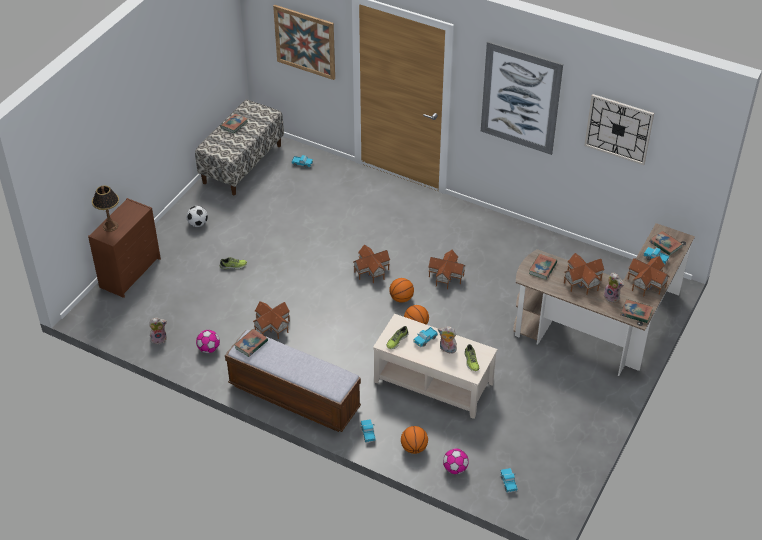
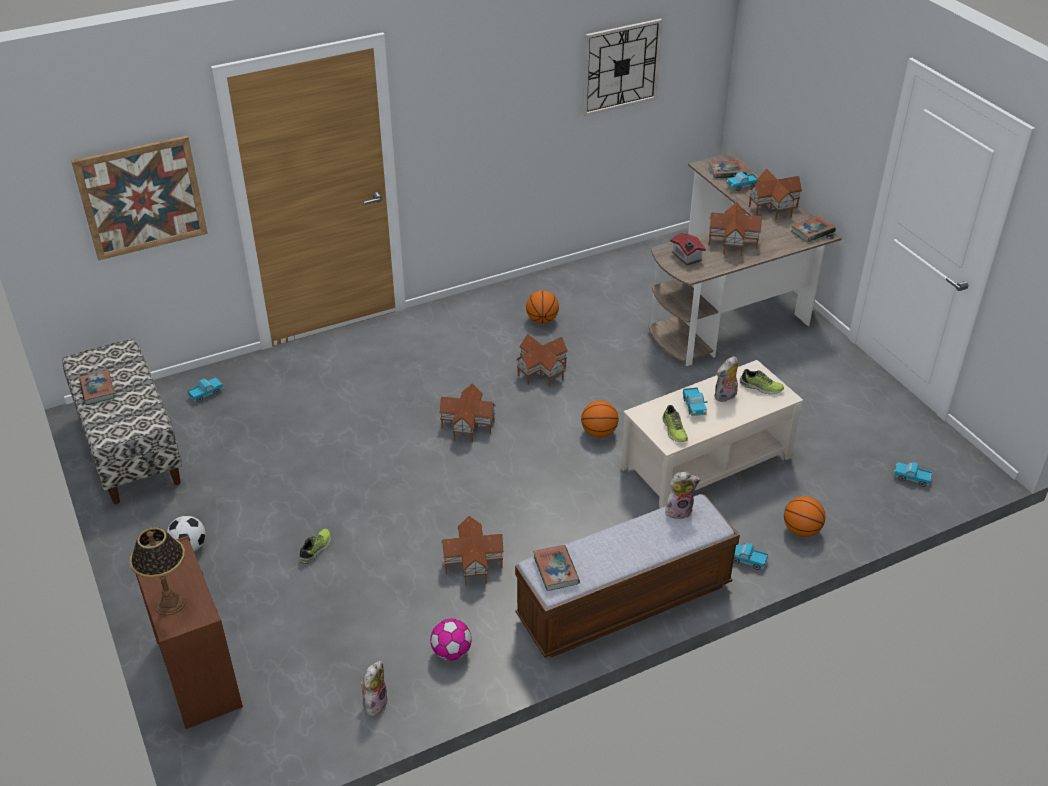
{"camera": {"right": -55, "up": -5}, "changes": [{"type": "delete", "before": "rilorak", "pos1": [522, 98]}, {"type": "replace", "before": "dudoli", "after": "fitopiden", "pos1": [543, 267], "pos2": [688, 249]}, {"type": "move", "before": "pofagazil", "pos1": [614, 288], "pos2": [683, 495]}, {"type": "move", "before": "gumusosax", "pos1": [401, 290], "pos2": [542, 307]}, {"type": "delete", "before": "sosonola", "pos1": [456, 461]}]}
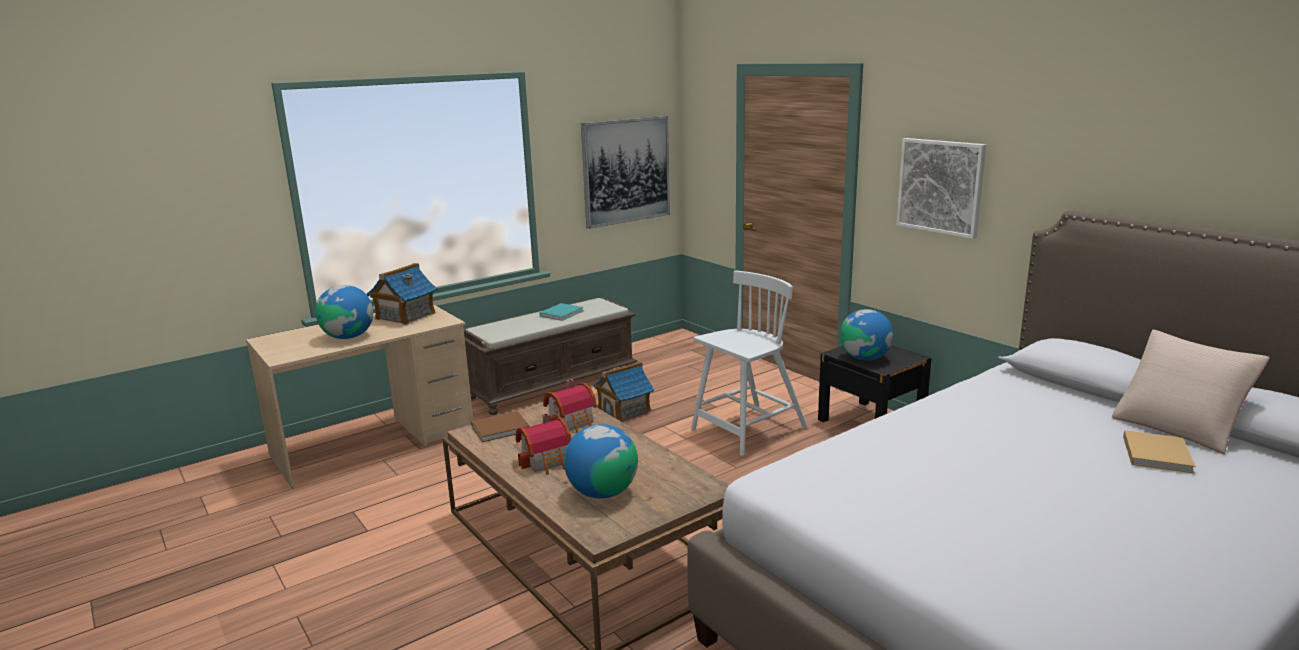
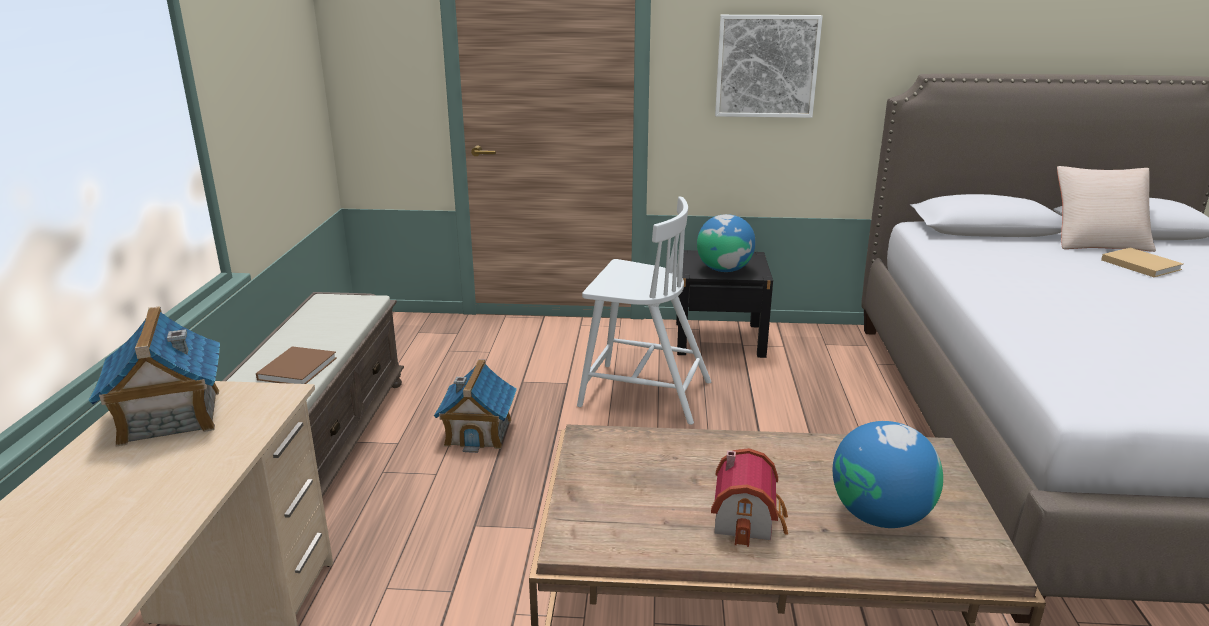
{"camera": {"right": -50, "up": 5}, "changes": [{"type": "delete", "before": "rilorak", "pos1": [625, 172]}, {"type": "rotate", "before": "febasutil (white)", "pos1": [749, 363], "pos2": [644, 311], "turn": 105}, {"type": "delete", "before": "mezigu", "pos1": [344, 312]}, {"type": "delete", "before": "dudoli (turquoise)", "pos1": [561, 312]}, {"type": "delete", "before": "fitopiden", "pos1": [570, 406]}, {"type": "move", "before": "dudoli (brown)", "pos1": [500, 426], "pos2": [296, 365]}]}
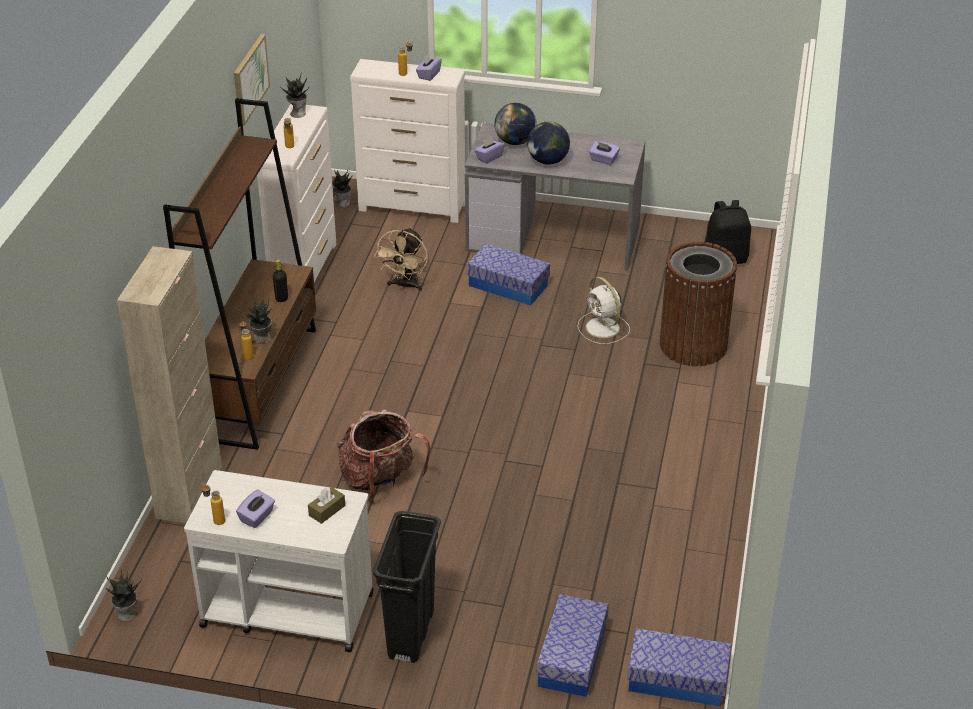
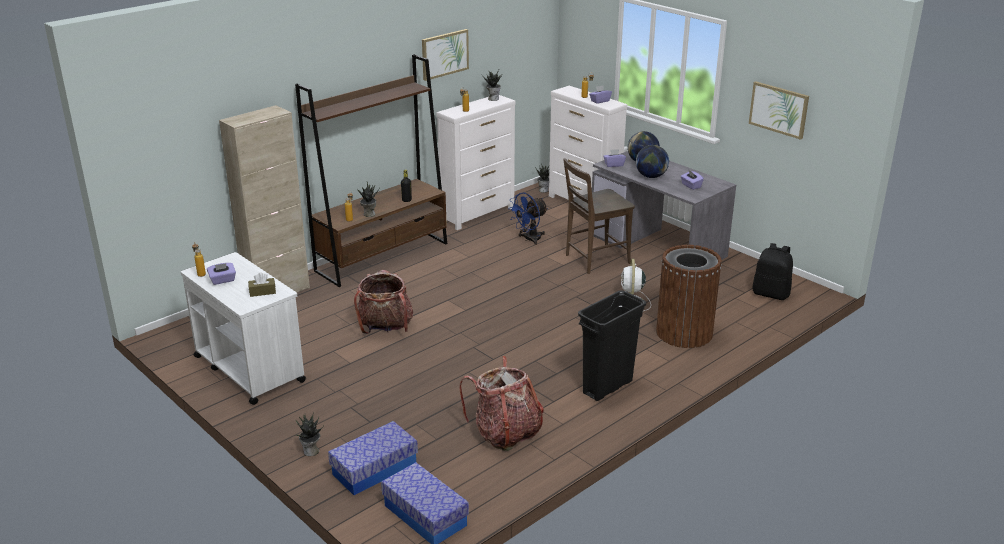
{"camera": {"right": 35, "up": -10}, "changes": [{"type": "recolor", "before": "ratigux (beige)", "after": "ratigux (blue)", "pos1": [401, 259], "pos2": [528, 218]}, {"type": "replace", "before": "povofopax", "after": "febasutil (brown)", "pos1": [508, 275], "pos2": [599, 216]}, {"type": "move", "before": "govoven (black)", "pos1": [407, 587], "pos2": [612, 345]}, {"type": "move", "before": "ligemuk", "pos1": [123, 595], "pos2": [309, 434]}, {"type": "insert", "after": "rilorak", "pos2": [779, 110]}, {"type": "insert", "after": "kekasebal", "pos2": [501, 403]}]}
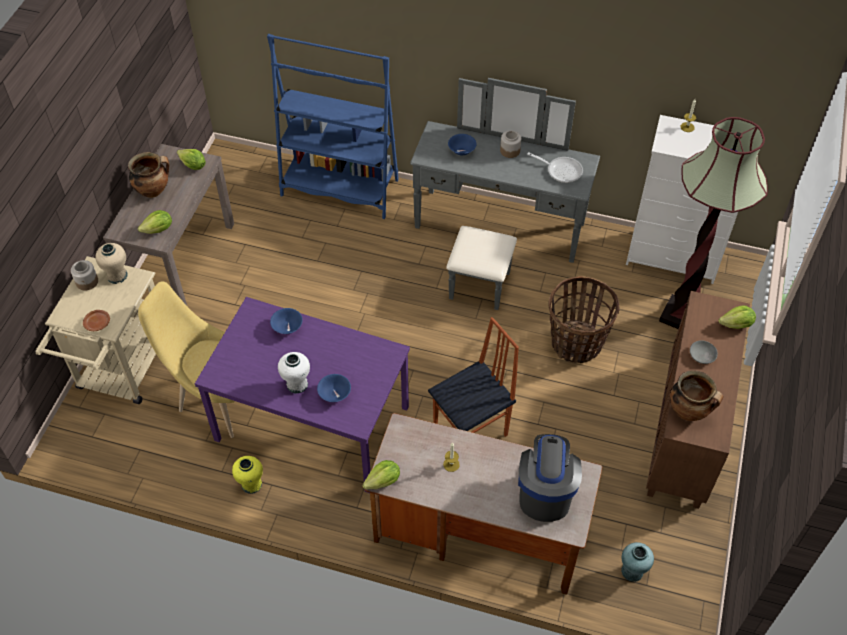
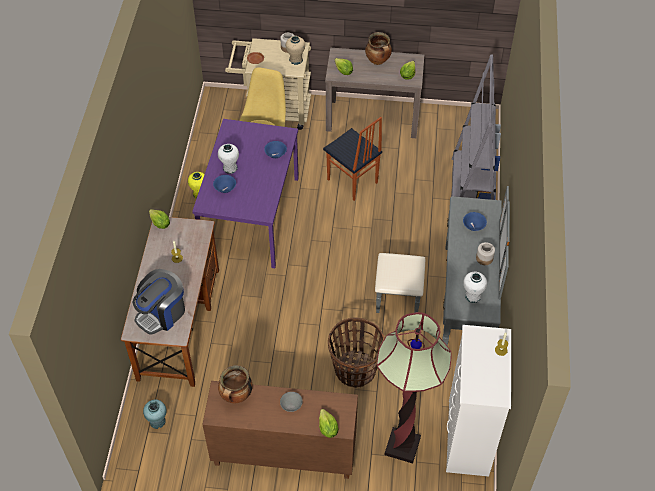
{"camera": {"right": 80, "up": 0}, "changes": [{"type": "recolor", "before": "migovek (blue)", "after": "migovek (grey)", "pos1": [333, 126], "pos2": [476, 127]}, {"type": "replace", "before": "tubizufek", "after": "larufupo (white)", "pos1": [555, 167], "pos2": [475, 287]}, {"type": "move", "before": "febasutil", "pos1": [473, 377], "pos2": [352, 159]}, {"type": "rotate", "before": "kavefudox", "pos1": [550, 478], "pos2": [159, 302], "turn": 135}]}
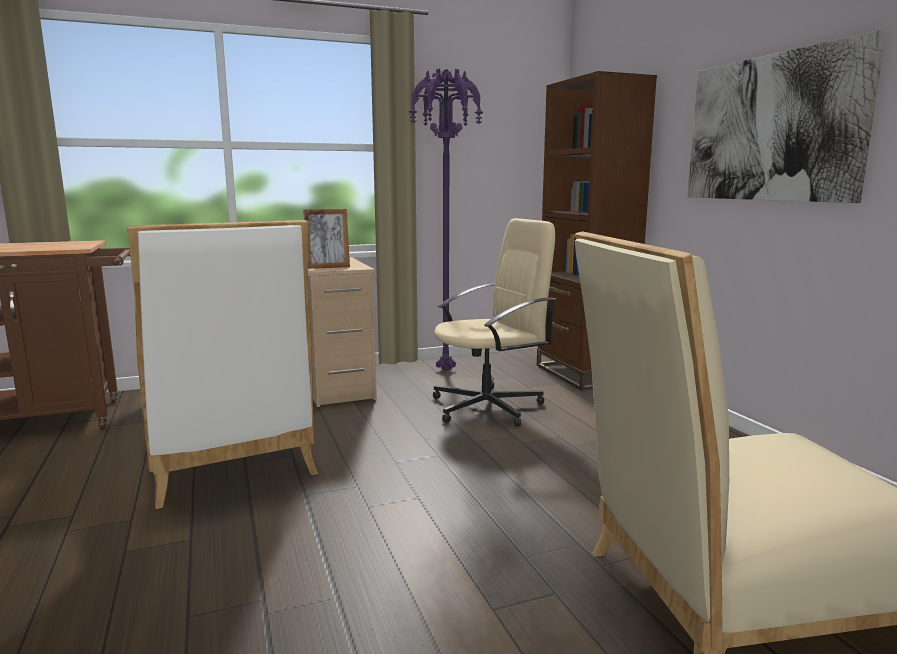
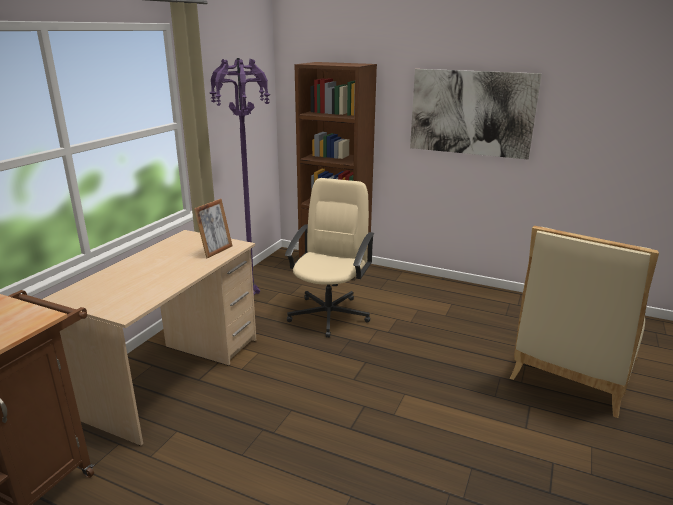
{"camera": {"right": -45, "up": 10}, "changes": [{"type": "delete", "before": "febasutil (white)", "pos1": [222, 364]}]}
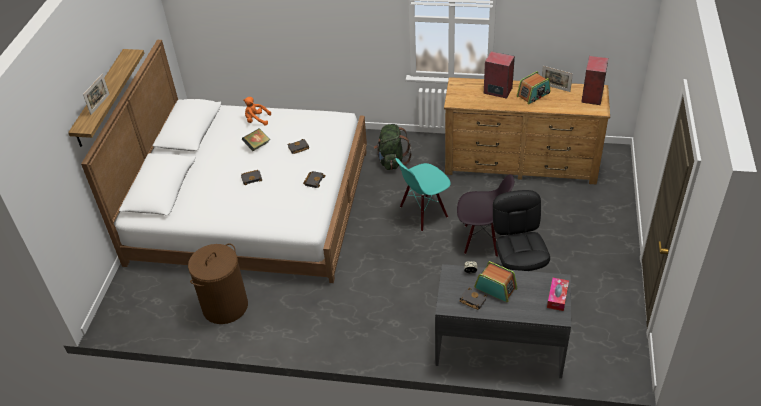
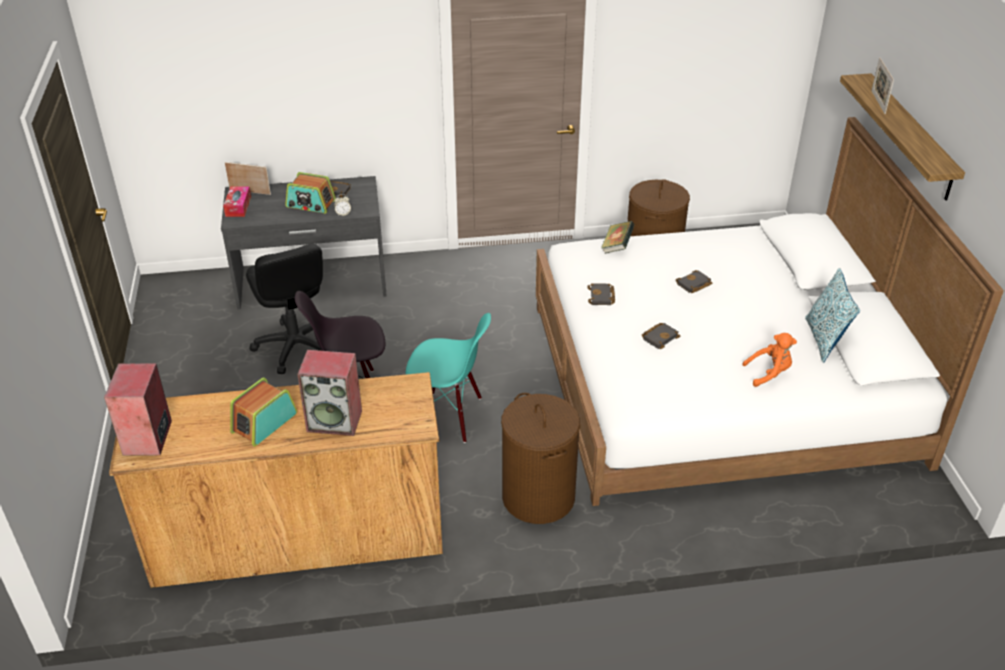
{"camera": {"right": 160, "up": -5}, "changes": [{"type": "move", "before": "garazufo", "pos1": [557, 79], "pos2": [248, 178]}, {"type": "replace", "before": "kekasebal (green)", "after": "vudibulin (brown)", "pos1": [392, 147], "pos2": [540, 458]}, {"type": "move", "before": "dudoli", "pos1": [256, 139], "pos2": [618, 237]}, {"type": "rotate", "before": "febasutil (turquoise)", "pos1": [423, 194], "pos2": [448, 378], "turn": 60}, {"type": "insert", "after": "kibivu", "pos2": [832, 315]}]}
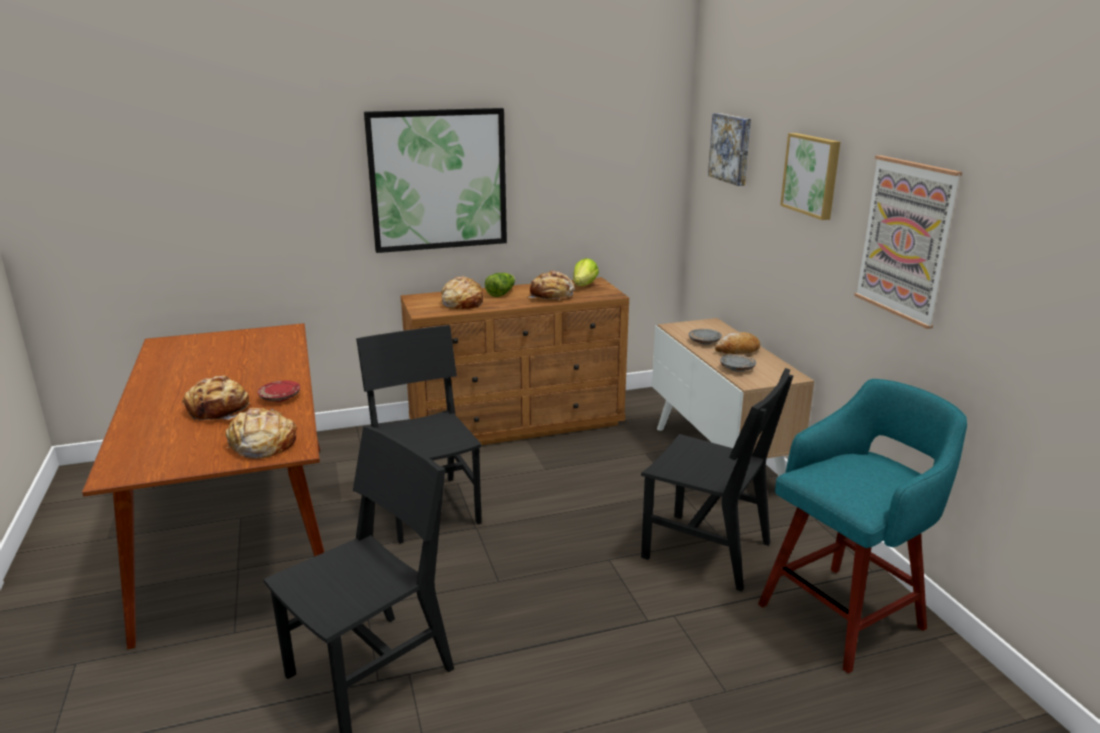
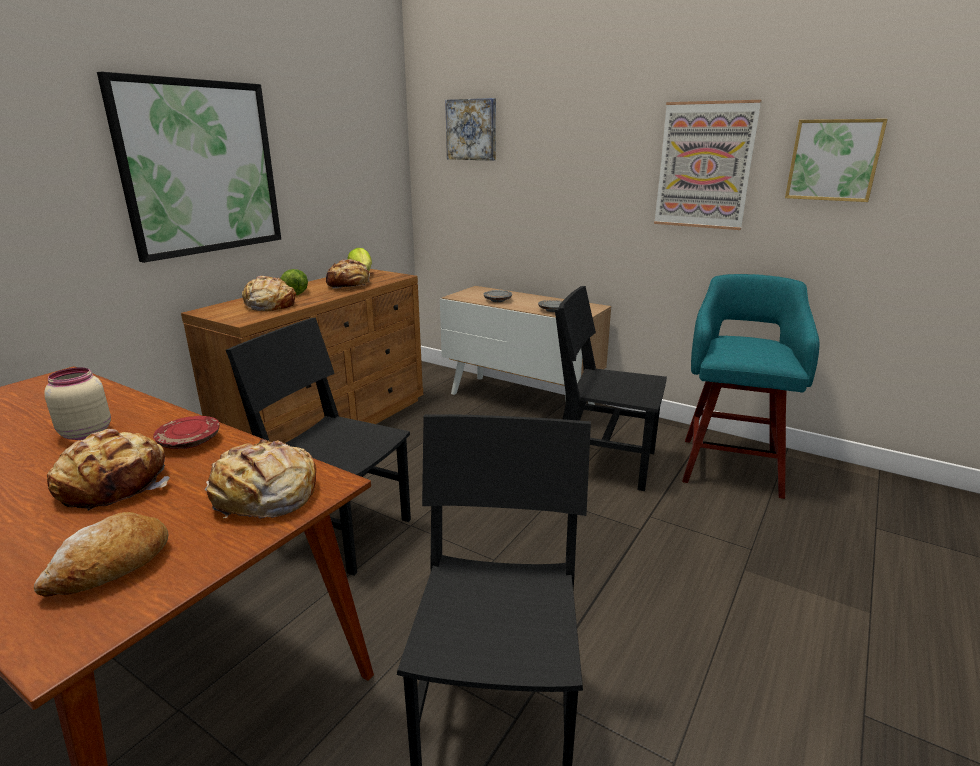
{"camera": {"right": -40, "up": 0}, "changes": [{"type": "move", "before": "rilorak", "pos1": [810, 176], "pos2": [836, 160]}, {"type": "move", "before": "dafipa", "pos1": [737, 343], "pos2": [101, 554]}, {"type": "rotate", "before": "febasutil (black)", "pos1": [717, 480], "pos2": [611, 388], "turn": -150}, {"type": "insert", "after": "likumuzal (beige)", "pos2": [77, 403]}]}
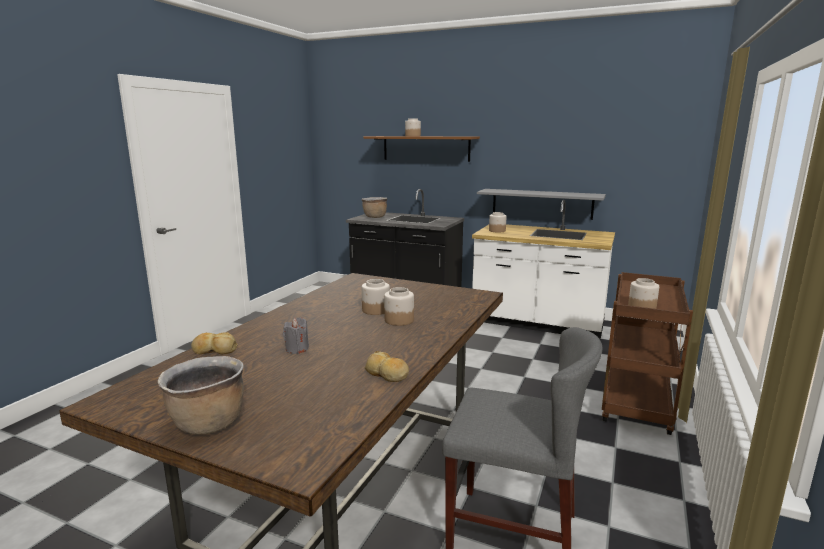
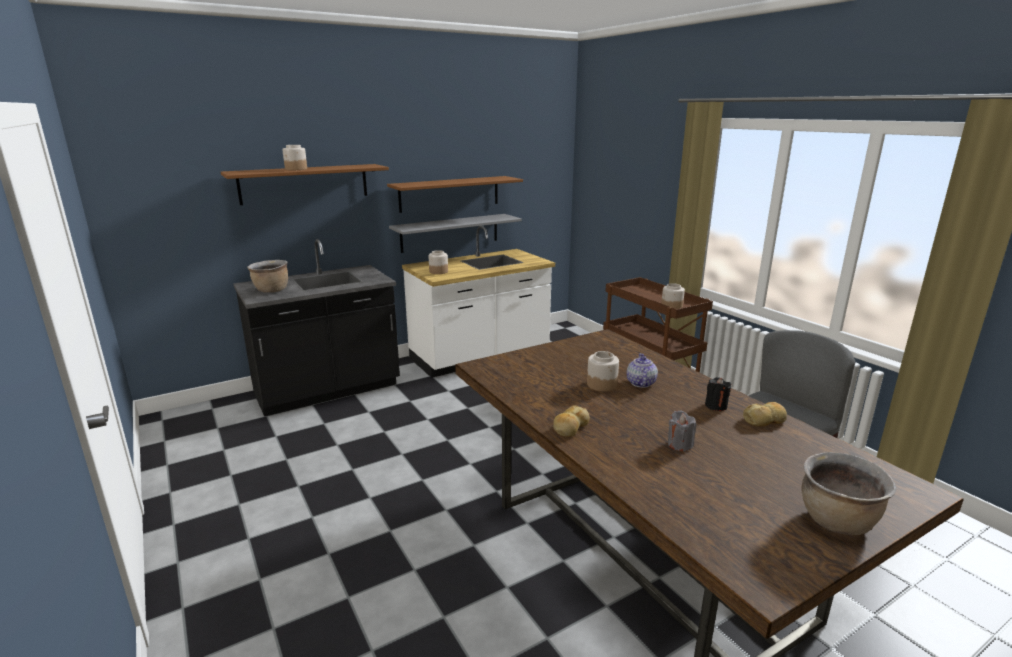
{"camera": {"right": -55, "up": 5}, "changes": [{"type": "replace", "before": "likumuzal", "after": "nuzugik", "pos1": [399, 306], "pos2": [642, 370]}, {"type": "move", "before": "dafipa", "pos1": [214, 343], "pos2": [571, 421]}, {"type": "insert", "after": "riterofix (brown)", "pos2": [455, 194]}, {"type": "insert", "after": "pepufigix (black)", "pos2": [718, 394]}]}
